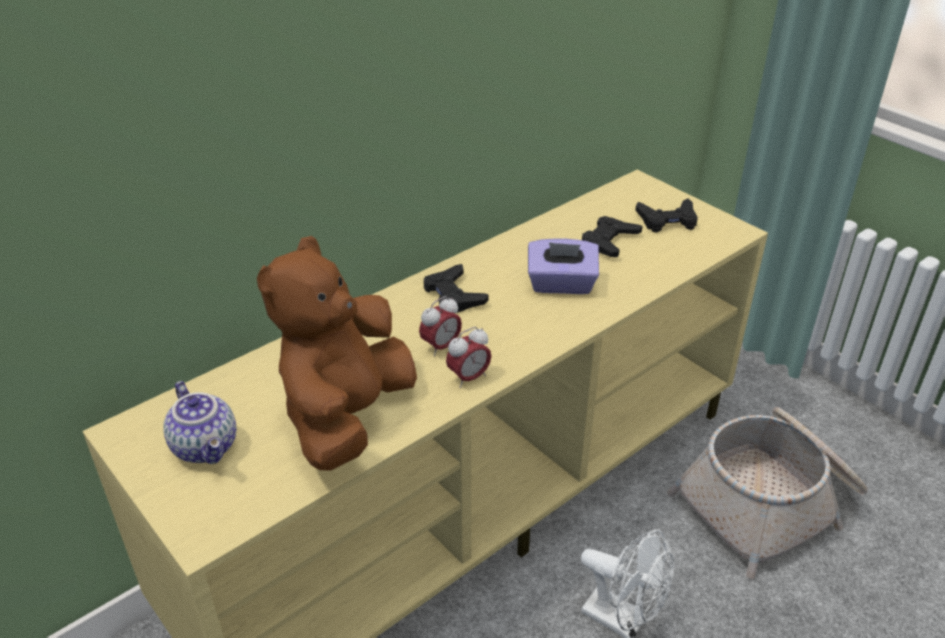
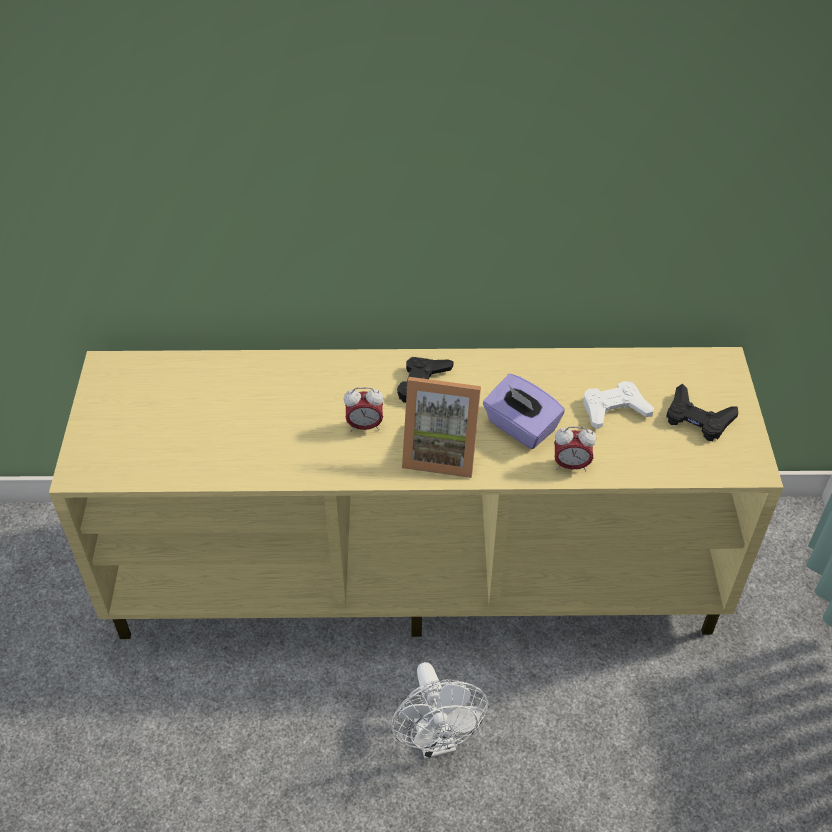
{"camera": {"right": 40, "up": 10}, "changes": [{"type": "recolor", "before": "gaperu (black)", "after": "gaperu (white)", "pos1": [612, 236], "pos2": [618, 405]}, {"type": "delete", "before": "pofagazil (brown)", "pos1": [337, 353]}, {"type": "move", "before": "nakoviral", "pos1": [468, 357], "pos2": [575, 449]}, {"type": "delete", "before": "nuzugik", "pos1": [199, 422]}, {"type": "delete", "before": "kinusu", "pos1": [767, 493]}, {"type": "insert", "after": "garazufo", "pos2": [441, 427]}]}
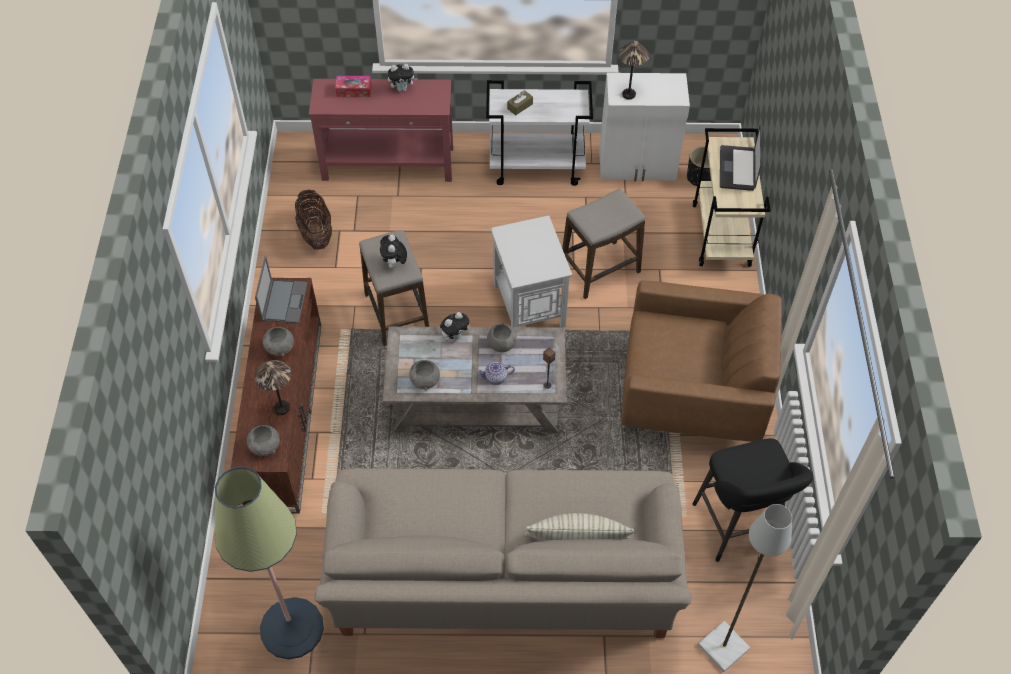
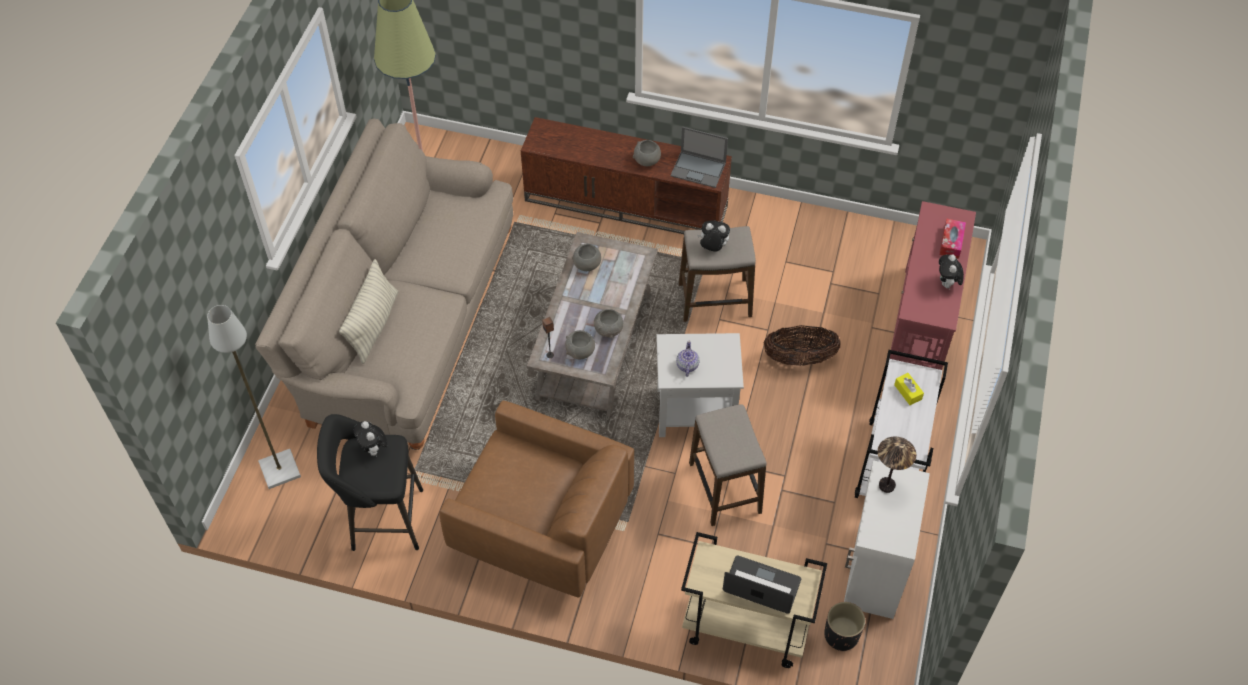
{"camera": {"right": 105, "up": 0}, "changes": [{"type": "recolor", "before": "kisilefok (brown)", "after": "kisilefok (yellow)", "pos1": [520, 102], "pos2": [909, 389]}, {"type": "move", "before": "kinusu", "pos1": [313, 219], "pos2": [802, 345]}, {"type": "rotate", "before": "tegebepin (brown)", "pos1": [701, 361], "pos2": [536, 499], "turn": -90}, {"type": "move", "before": "pofagazil", "pos1": [454, 327], "pos2": [370, 439]}, {"type": "delete", "before": "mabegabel", "pos1": [272, 387]}, {"type": "move", "before": "nuzugik", "pos1": [496, 373], "pos2": [687, 359]}, {"type": "move", "before": "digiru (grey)", "pos1": [263, 440], "pos2": [580, 345]}]}
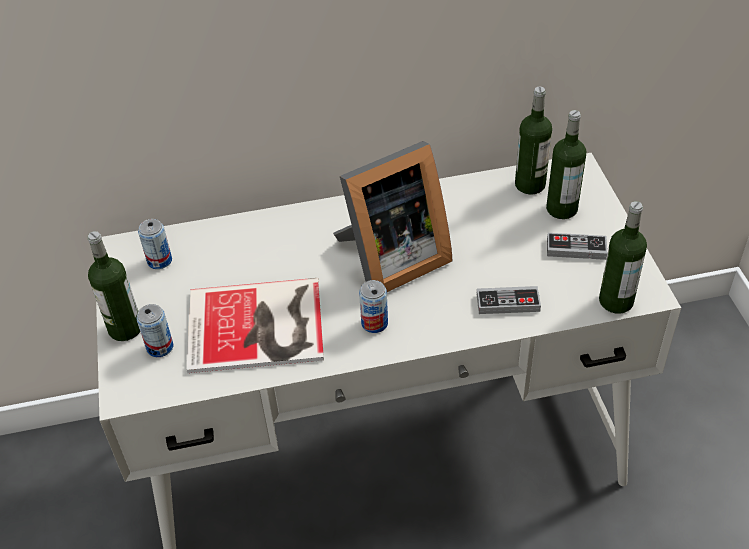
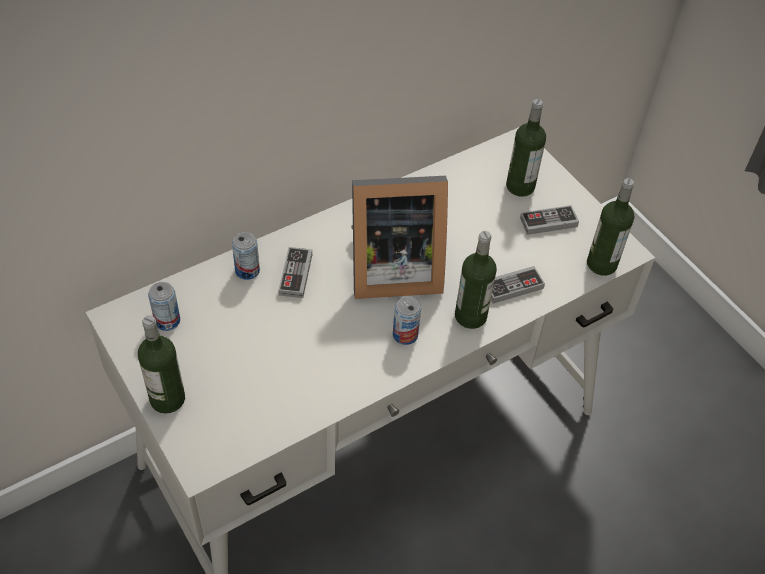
{"camera": {"right": -25, "up": 5}, "changes": [{"type": "move", "before": "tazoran", "pos1": [533, 140], "pos2": [476, 280]}, {"type": "rotate", "before": "garazufo", "pos1": [392, 216], "pos2": [399, 237], "turn": 45}, {"type": "delete", "before": "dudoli", "pos1": [255, 325]}, {"type": "move", "before": "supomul", "pos1": [155, 330], "pos2": [246, 256]}, {"type": "insert", "after": "gaperu", "pos2": [295, 272]}]}
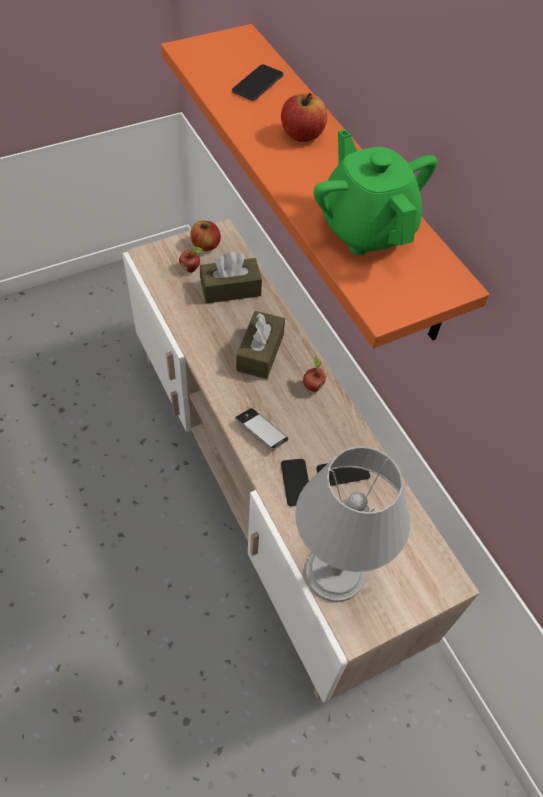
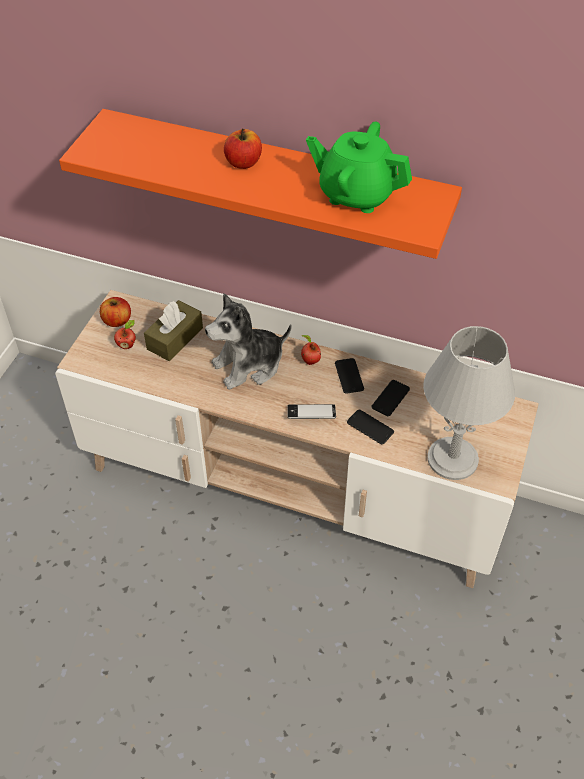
{"camera": {"right": -40, "up": -5}, "changes": [{"type": "move", "before": "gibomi", "pos1": [258, 82], "pos2": [349, 376]}, {"type": "replace", "before": "kisilefok (brown)", "after": "pofagazil", "pos1": [260, 345], "pos2": [248, 341]}]}
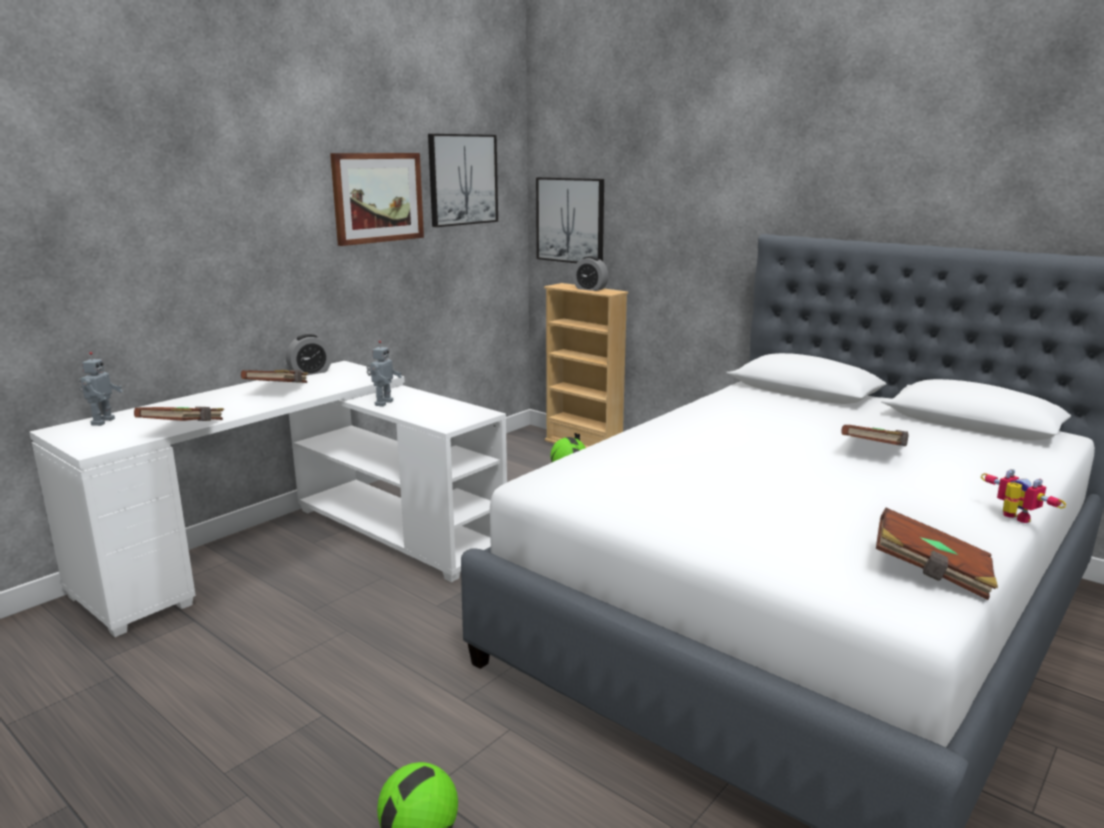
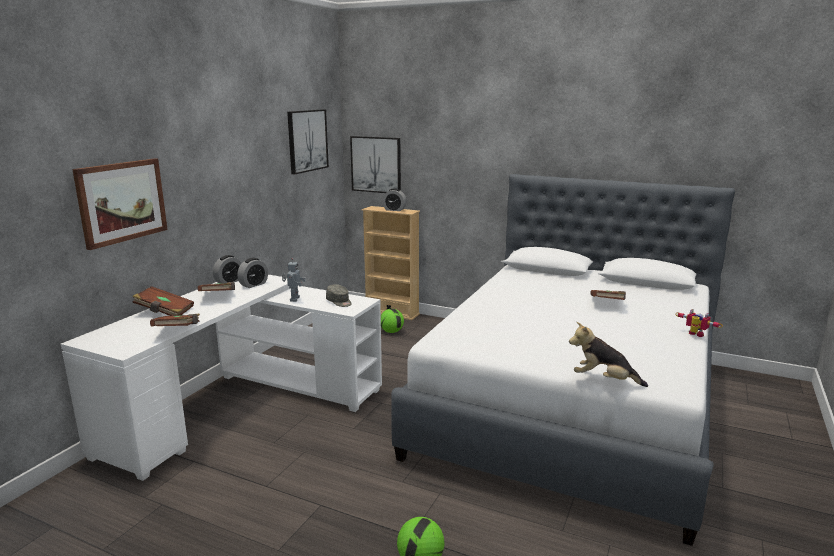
{"camera": {"right": -15, "up": 0}, "changes": [{"type": "move", "before": "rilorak", "pos1": [377, 199], "pos2": [120, 204]}, {"type": "delete", "before": "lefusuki", "pos1": [100, 389]}, {"type": "move", "before": "dudoli (brown)", "pos1": [937, 554], "pos2": [163, 301]}, {"type": "insert", "after": "nakoviral", "pos2": [252, 273]}, {"type": "insert", "after": "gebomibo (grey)", "pos2": [339, 295]}, {"type": "insert", "after": "pofagazil", "pos2": [608, 354]}]}
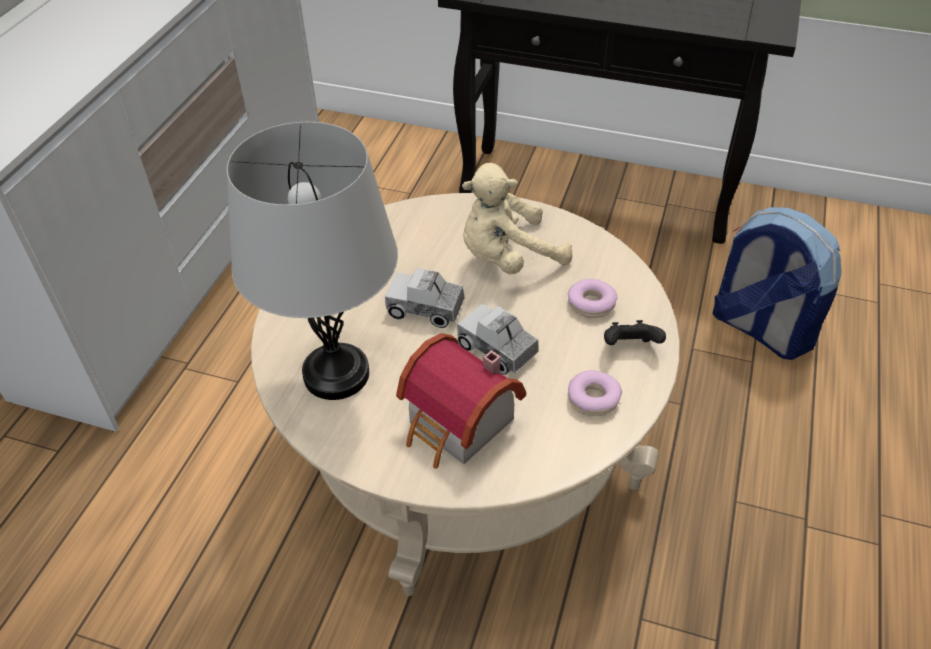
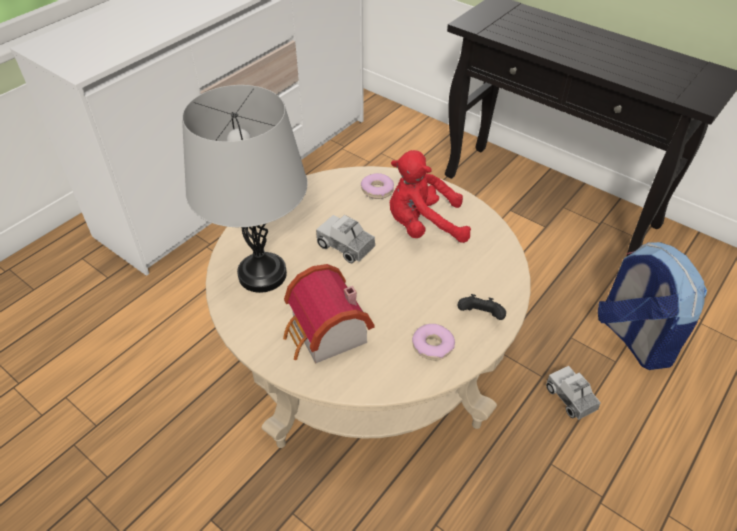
{"camera": {"right": 20, "up": 0}, "changes": [{"type": "recolor", "before": "pofagazil (beige)", "after": "pofagazil (red)", "pos1": [517, 219], "pos2": [430, 196]}, {"type": "move", "before": "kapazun", "pos1": [592, 298], "pos2": [377, 186]}, {"type": "move", "before": "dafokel", "pos1": [498, 339], "pos2": [573, 393]}]}
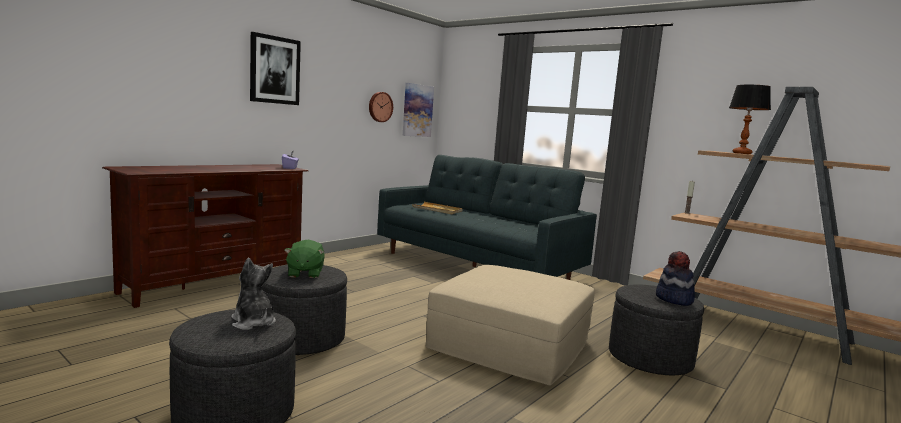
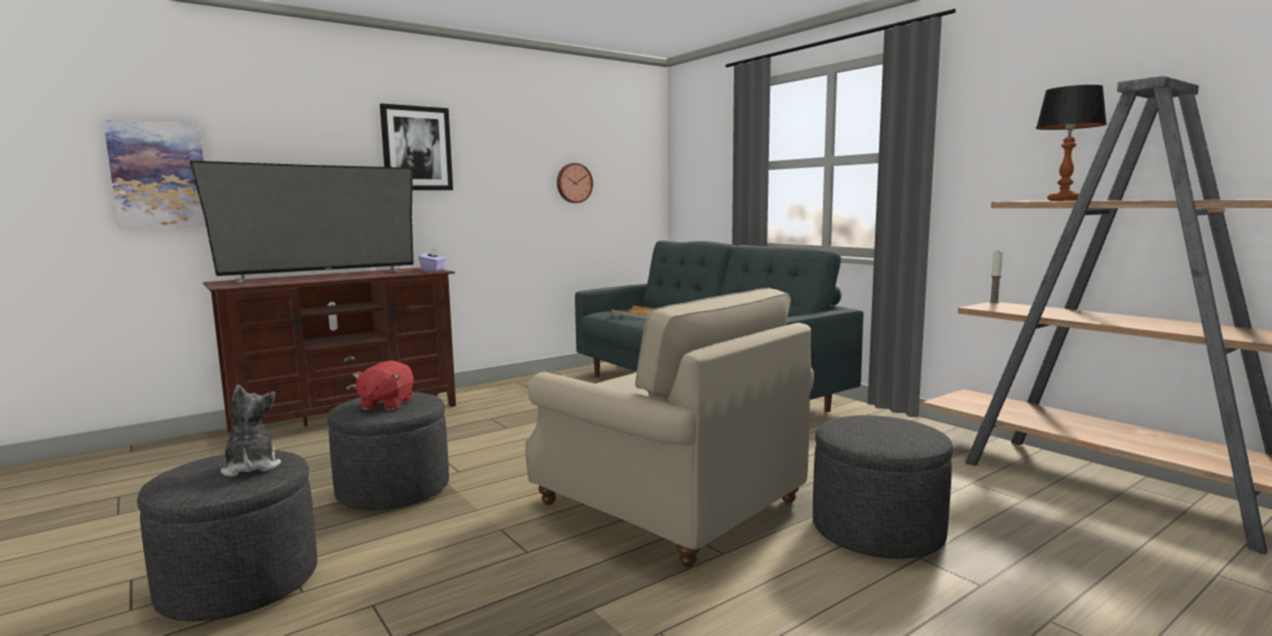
{"camera": {"right": 15, "up": 0}, "changes": [{"type": "move", "before": "rilorak", "pos1": [418, 110], "pos2": [154, 173]}, {"type": "recolor", "before": "pofagazil (green)", "after": "pofagazil (red)", "pos1": [304, 259], "pos2": [383, 385]}, {"type": "delete", "before": "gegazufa", "pos1": [675, 278]}, {"type": "replace", "before": "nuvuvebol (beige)", "after": "tegebepin (beige)", "pos1": [510, 325], "pos2": [669, 427]}, {"type": "insert", "after": "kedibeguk", "pos2": [302, 222]}]}
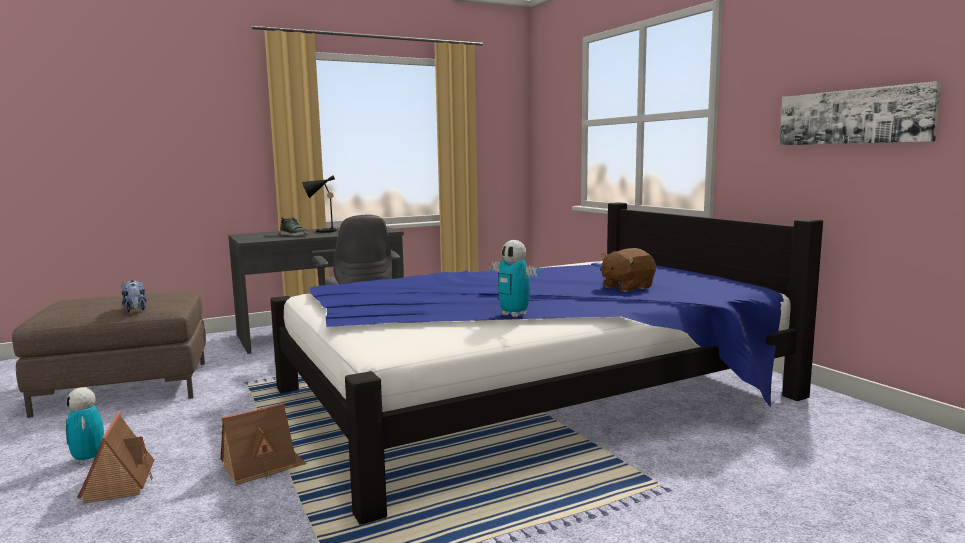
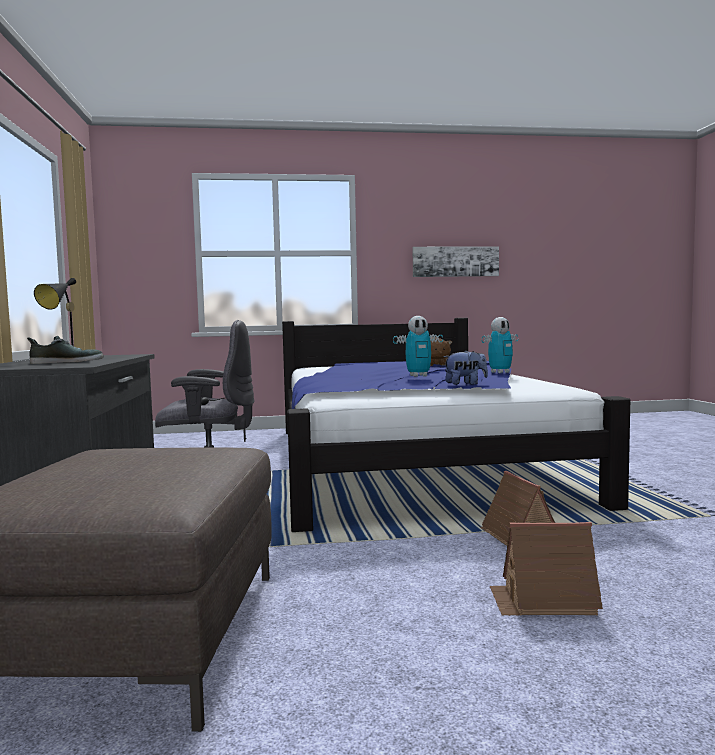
{"camera": {"right": -70, "up": -5}, "changes": [{"type": "move", "before": "pofagazil", "pos1": [134, 296], "pos2": [466, 367]}, {"type": "move", "before": "lefusuki", "pos1": [84, 426], "pos2": [418, 346]}]}
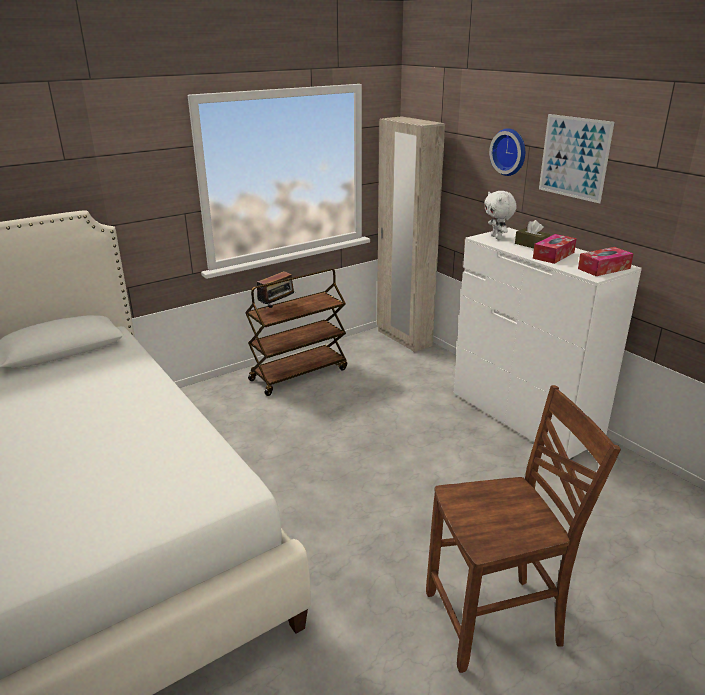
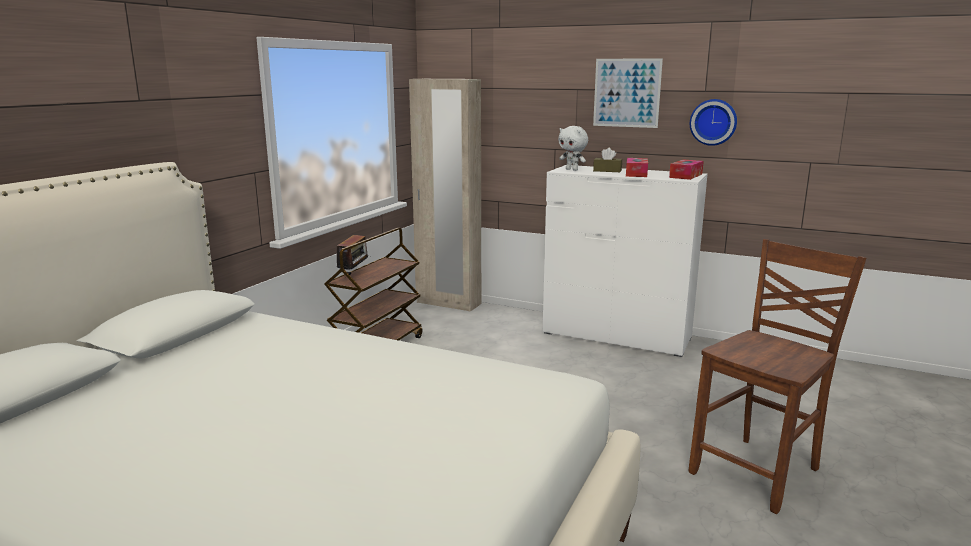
{"camera": {"right": -30, "up": -10}, "changes": [{"type": "move", "before": "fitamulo", "pos1": [507, 152], "pos2": [713, 122]}]}
